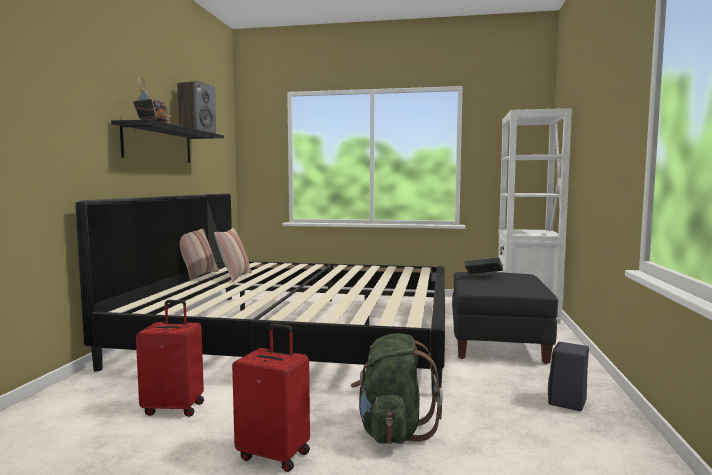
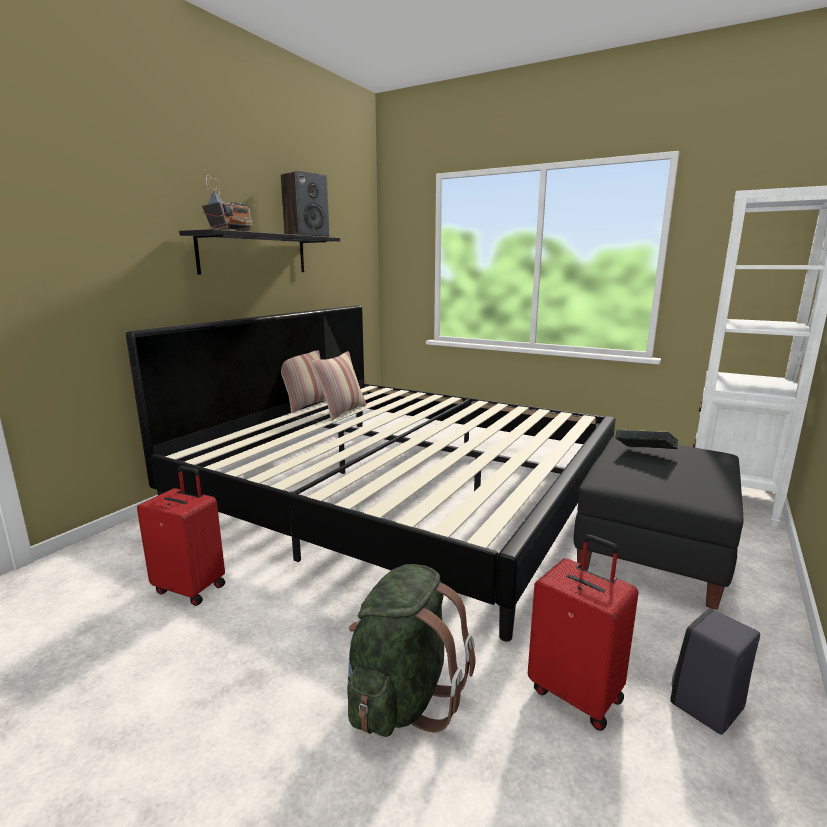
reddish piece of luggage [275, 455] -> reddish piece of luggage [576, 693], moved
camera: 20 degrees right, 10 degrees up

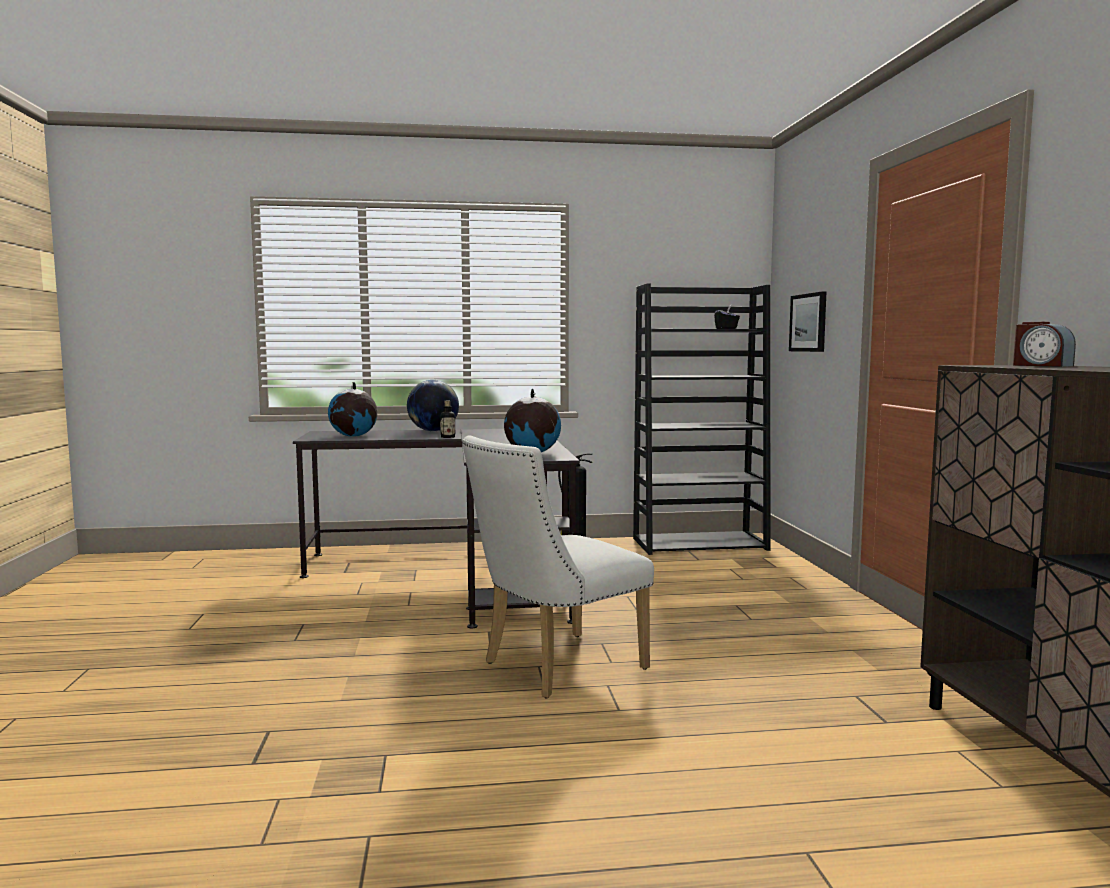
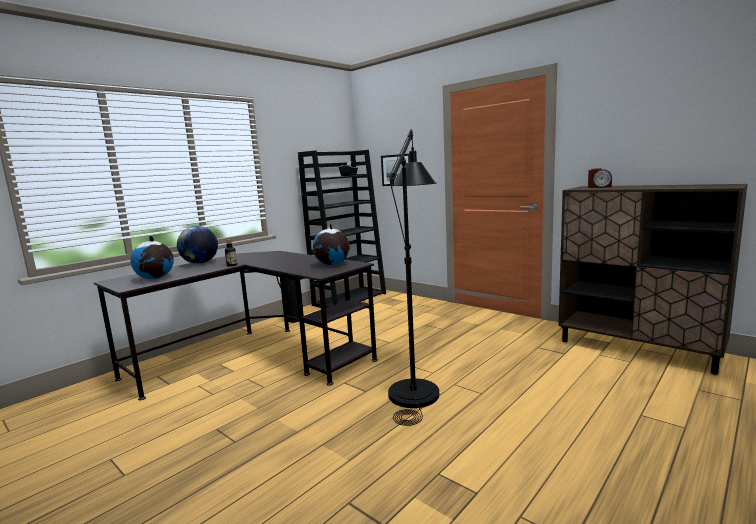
white-coloured upright chair [554, 668] -> blackish standard lamp [416, 387]
camera: 40 degrees left, 5 degrees up

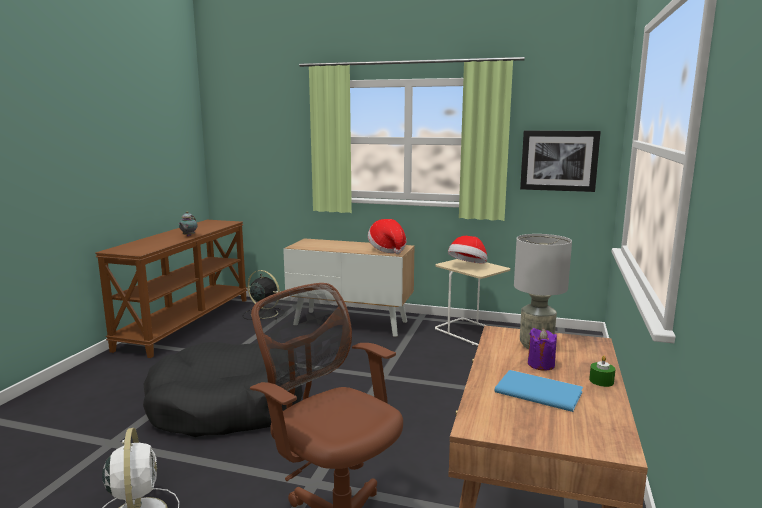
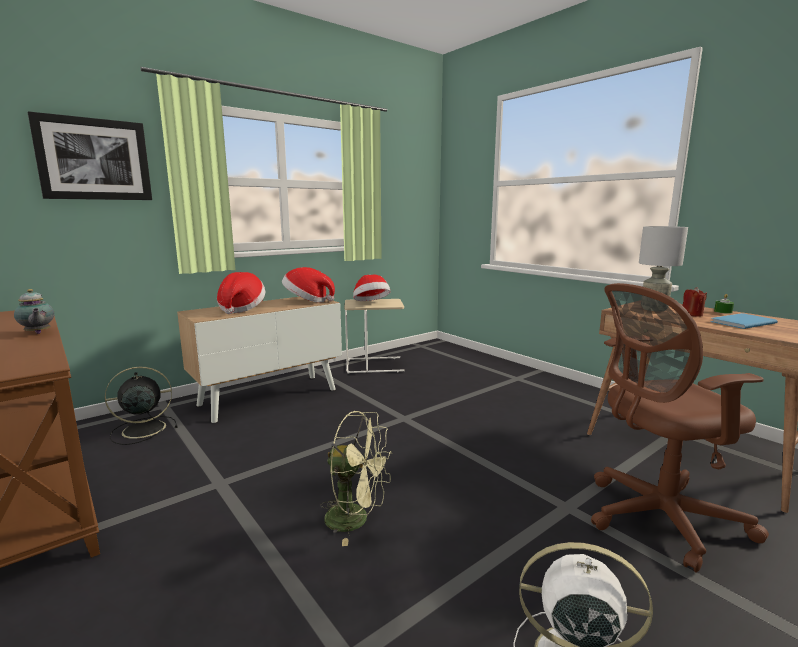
wall art [559, 160] -> wall art [94, 159], moved
purplish wax candle [541, 364] -> reddish wax candle [691, 314]
blackish dog bed [226, 406] -> greenish electric fan [356, 519]
none -> hat [241, 309]
camera: 55 degrees left, 0 degrees up

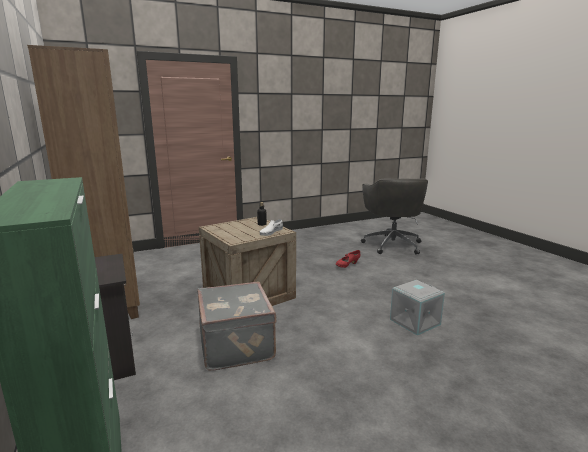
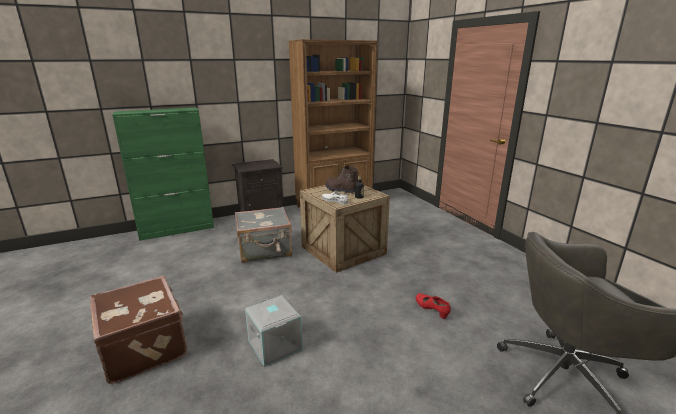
none -> brown-coloured tall boot [341, 190]
none -> brown-coloured piece of luggage [145, 346]
camera: 90 degrees right, 5 degrees up

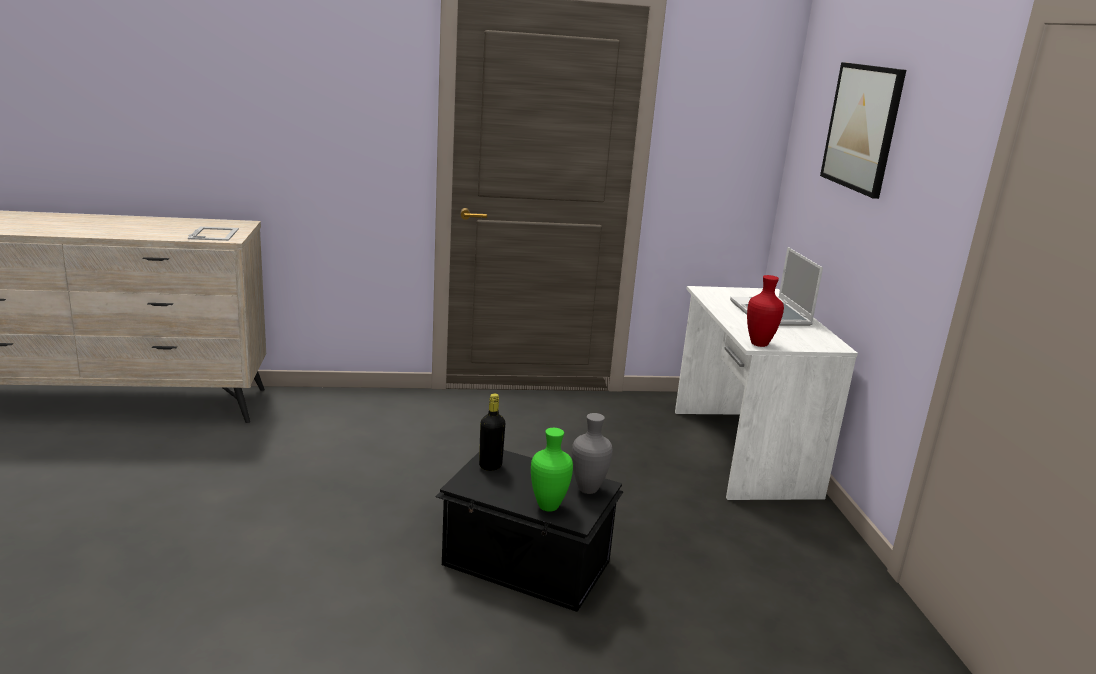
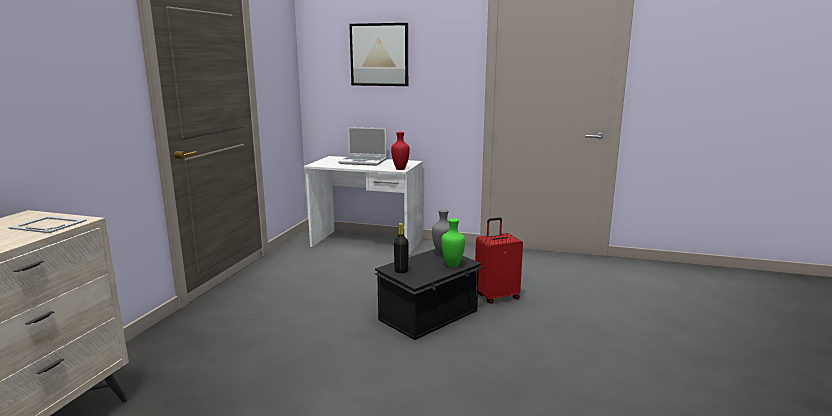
none -> reddish piece of luggage [496, 296]
camera: 65 degrees left, 5 degrees down

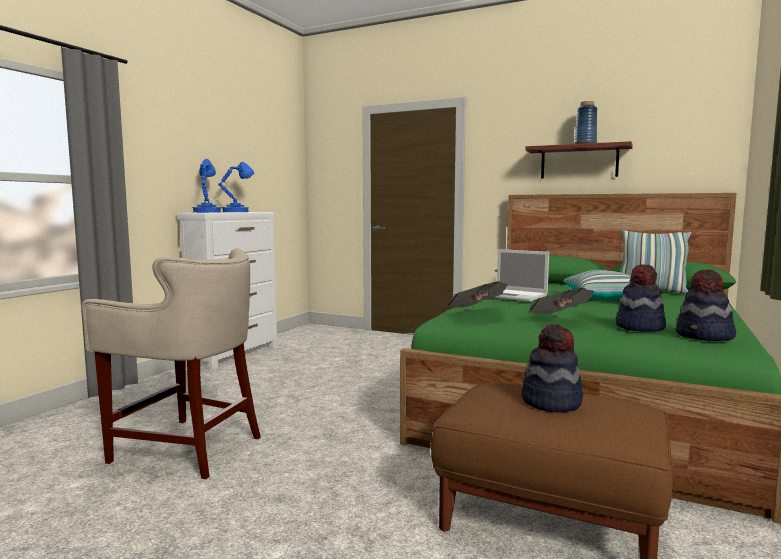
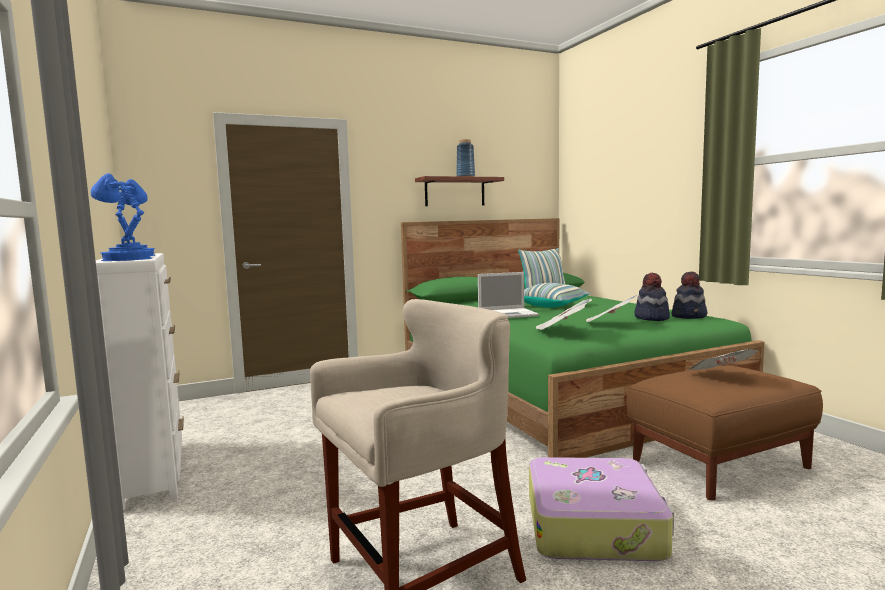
hat [551, 402] -> newspaper [721, 377]
none -> piece of luggage [594, 525]
camera: 50 degrees left, 0 degrees up

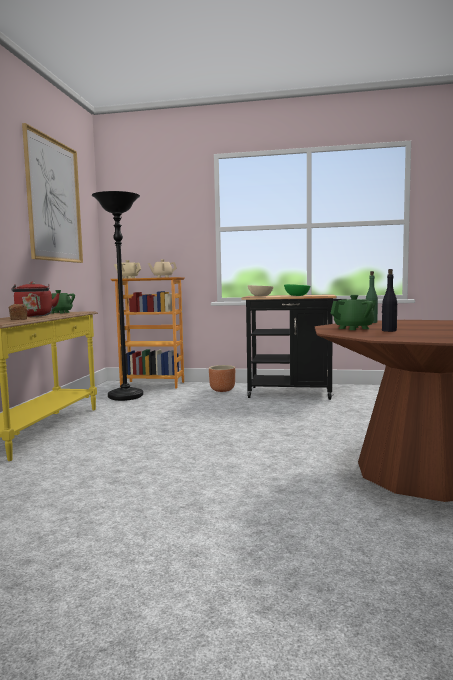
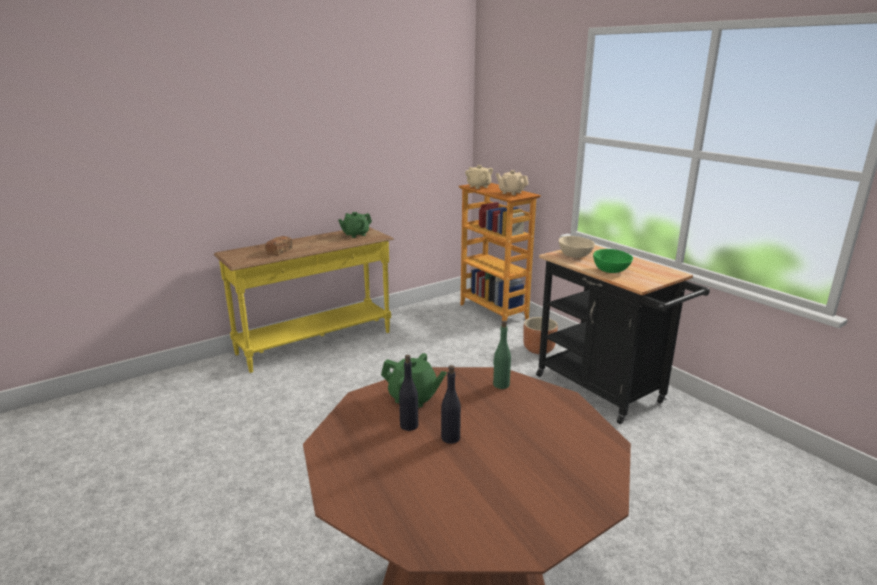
wall art [54, 200] -> none
blackish standard lamp [125, 396] -> none
reddish tea kettle [34, 316] -> none
none -> blackish beverage bottle [451, 438]
camera: 45 degrees right, 15 degrees up

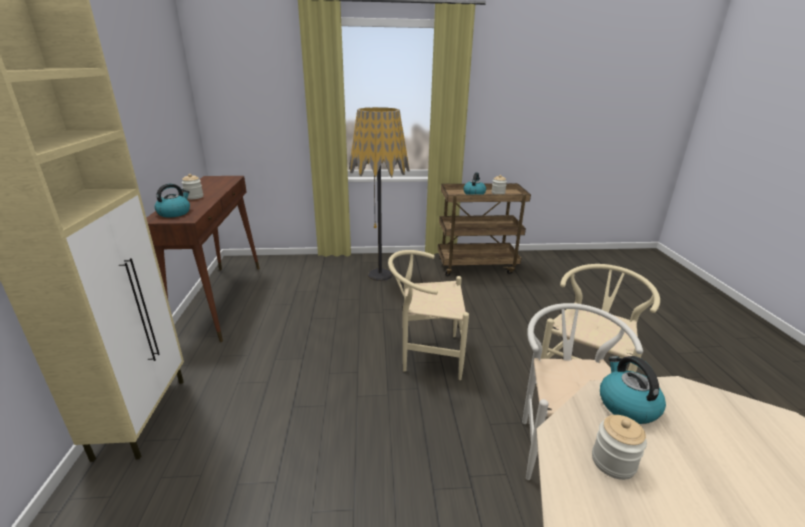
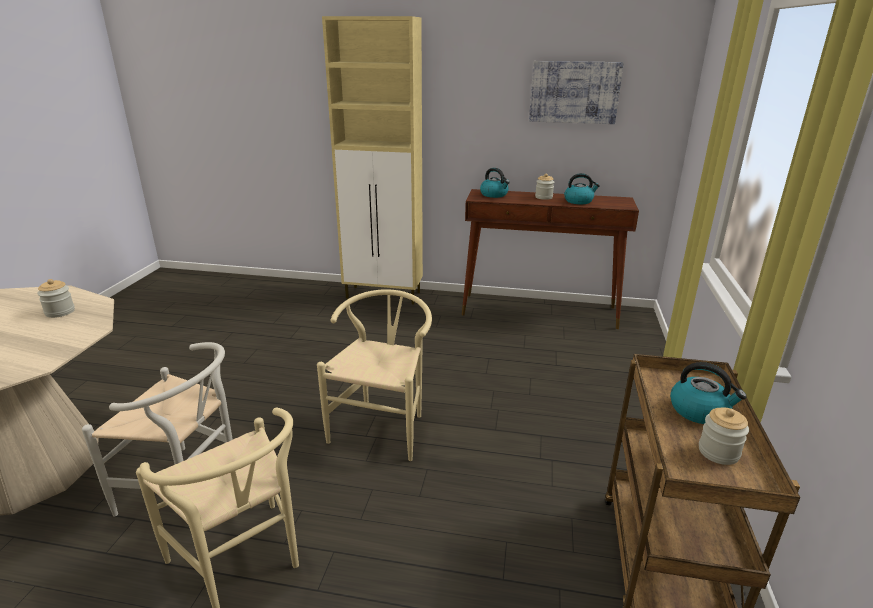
standard lamp [380, 275] -> none
tea kettle [626, 405] -> tea kettle [579, 201], moved
none -> wall art [574, 92]
camera: 105 degrees right, 0 degrees up

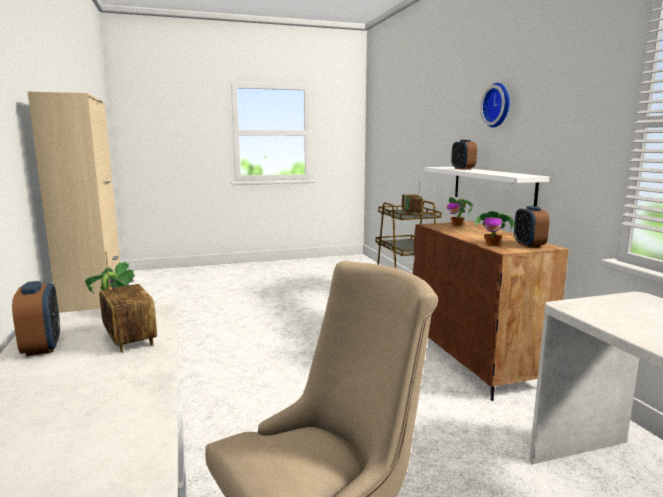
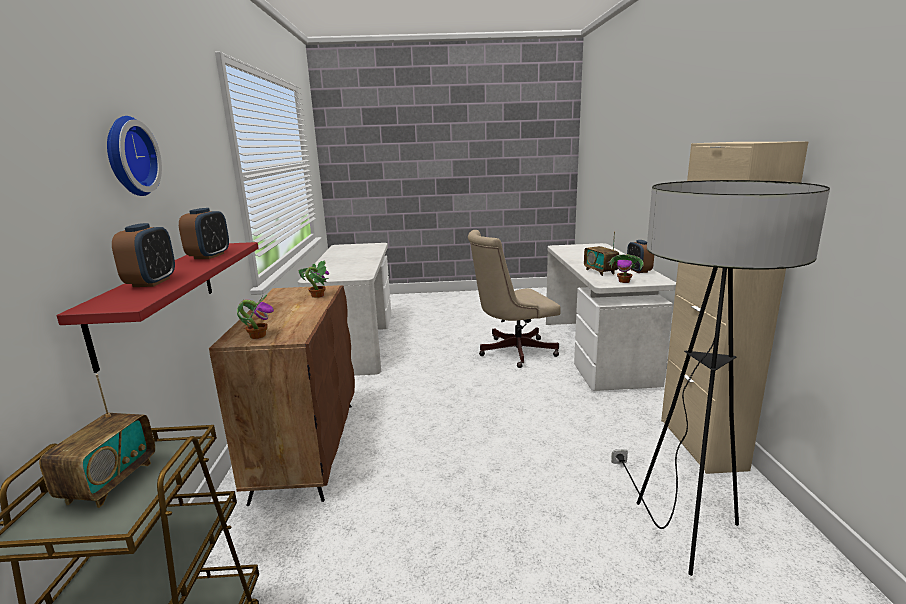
white-coloured wall shelf [492, 187] -> reddish wall shelf [158, 297]
bedside clock [529, 245] -> bedside clock [209, 256], moved
none -> standard lamp [681, 534]
camera: 165 degrees left, 5 degrees up

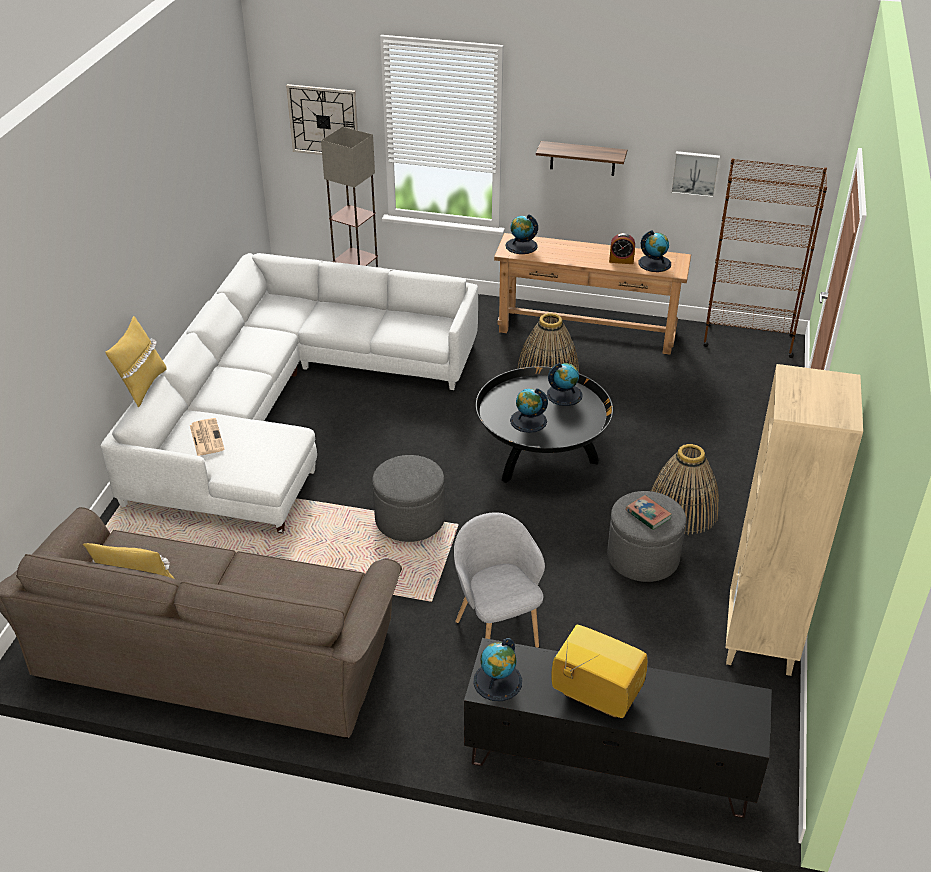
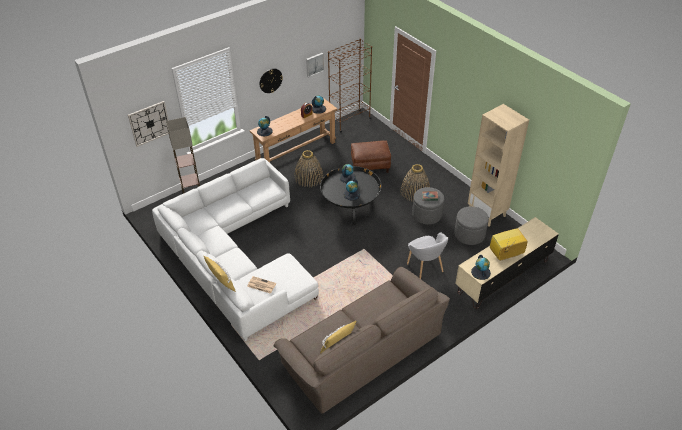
wall shelf [582, 158] -> wall clock [270, 80]
grey footrest [410, 519] -> grey footrest [469, 234], moved
grey easy chair [497, 630] -> grey easy chair [425, 269], 135 degrees counterclockwise
blackish media console [608, 761] -> sand-coloured media console [502, 276]
none -> brown-coloured footrest [370, 166]
camera: 50 degrees left, 5 degrees up

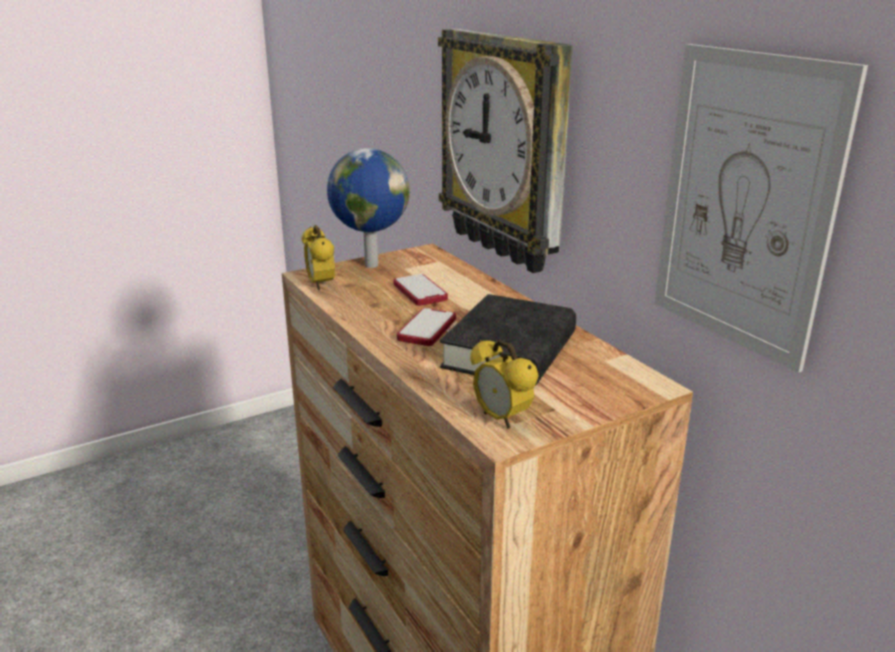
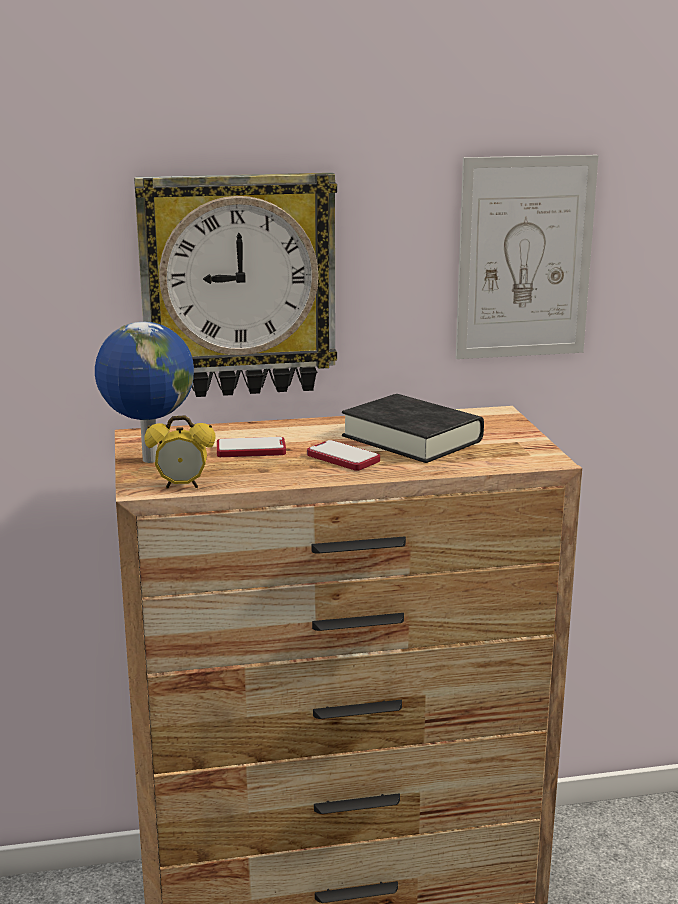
bedside clock [501, 419] -> none
camera: 70 degrees left, 5 degrees down

